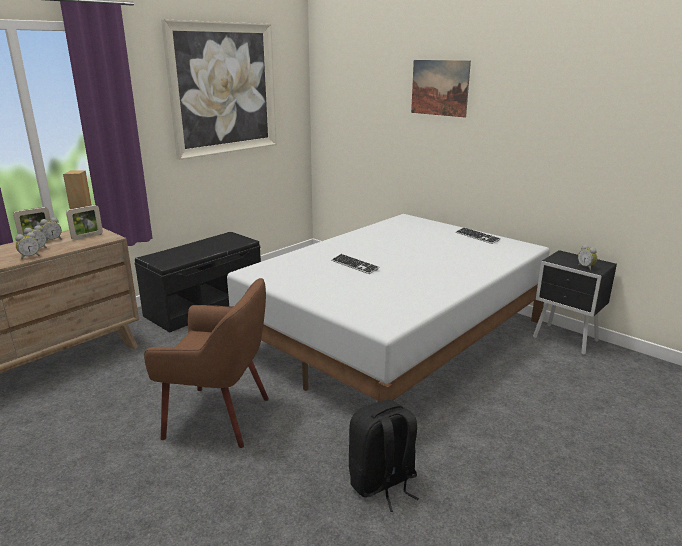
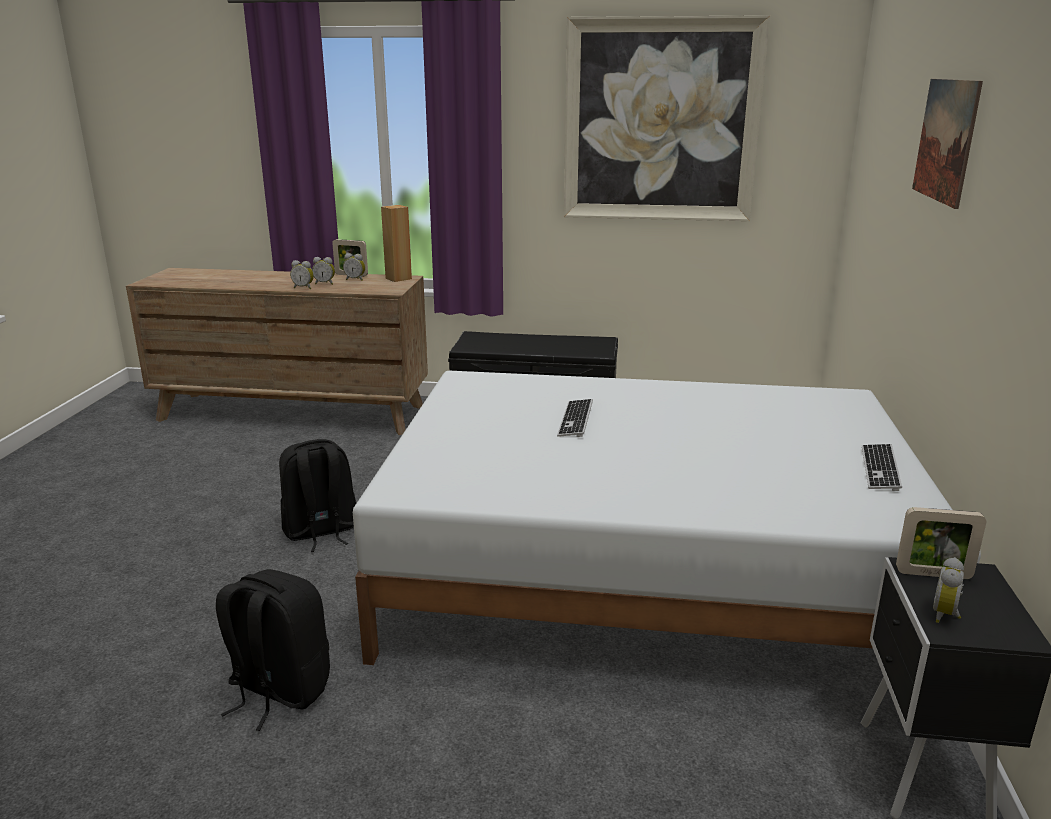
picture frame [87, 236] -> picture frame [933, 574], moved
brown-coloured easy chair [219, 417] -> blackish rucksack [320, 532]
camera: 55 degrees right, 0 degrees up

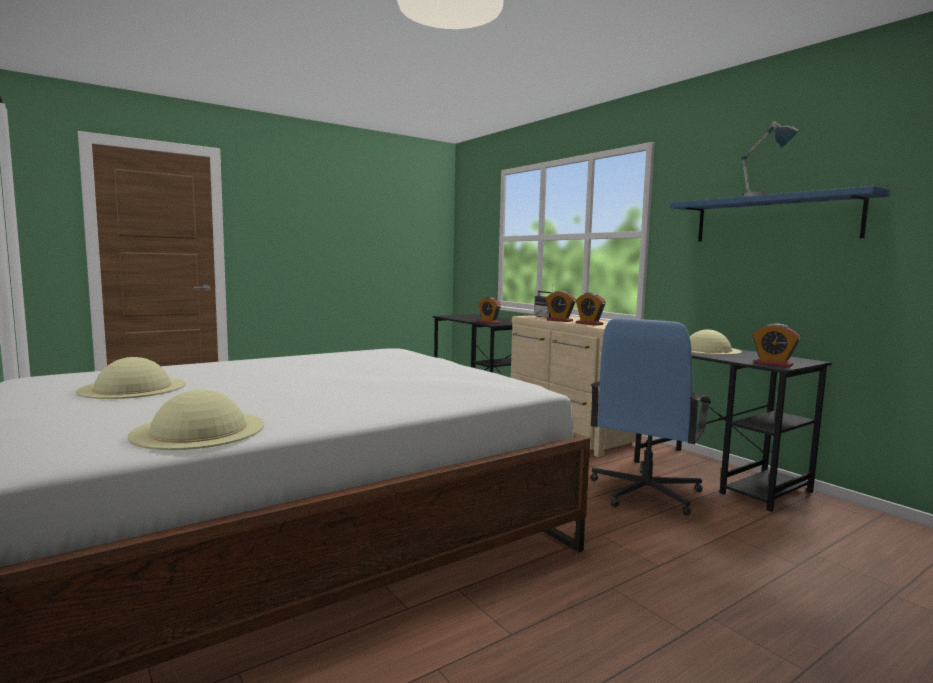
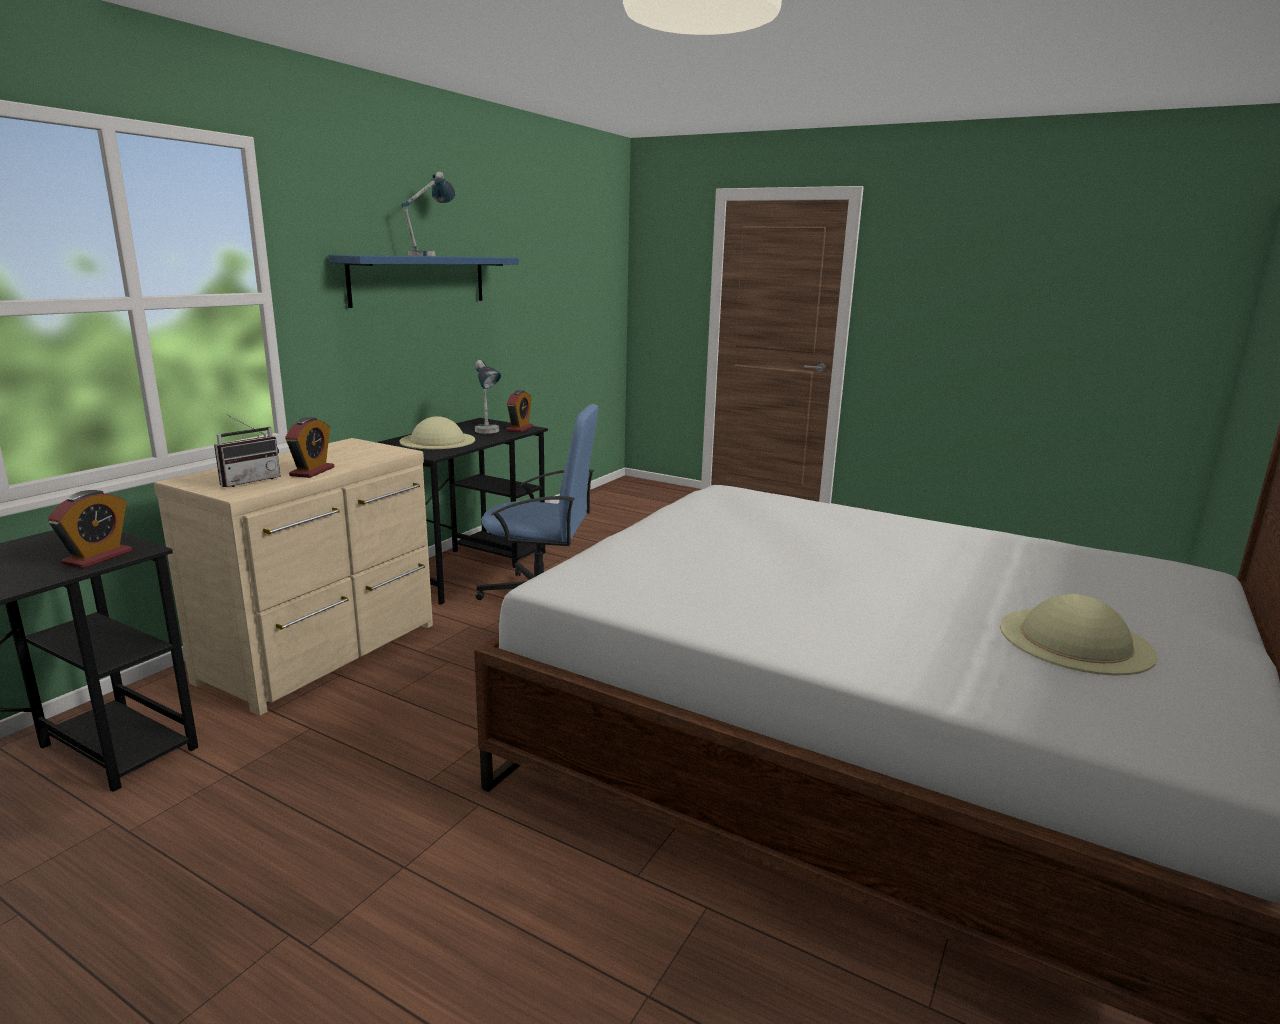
bedside clock [589, 324] -> none
sand-coloured hat [199, 430] -> none
none -> lamp for a table [488, 433]
camera: 115 degrees left, 10 degrees up

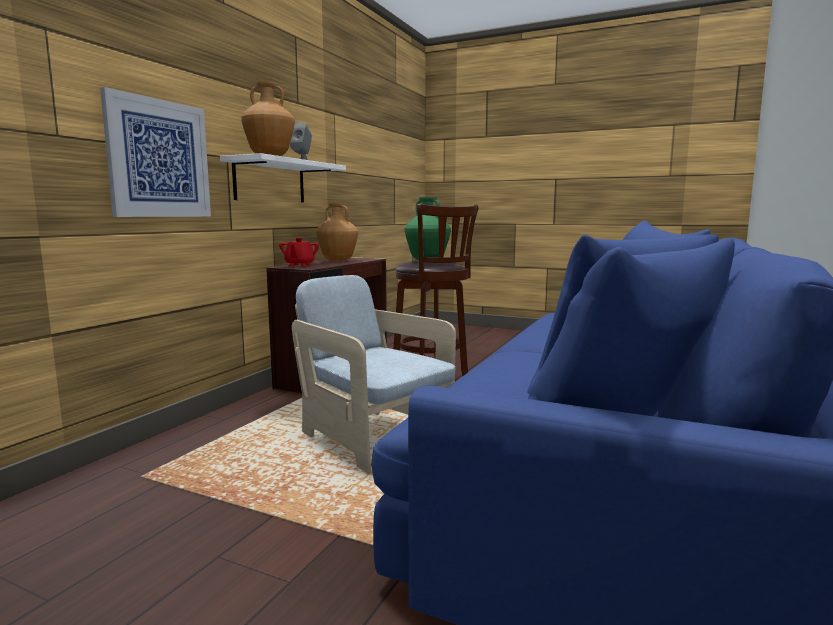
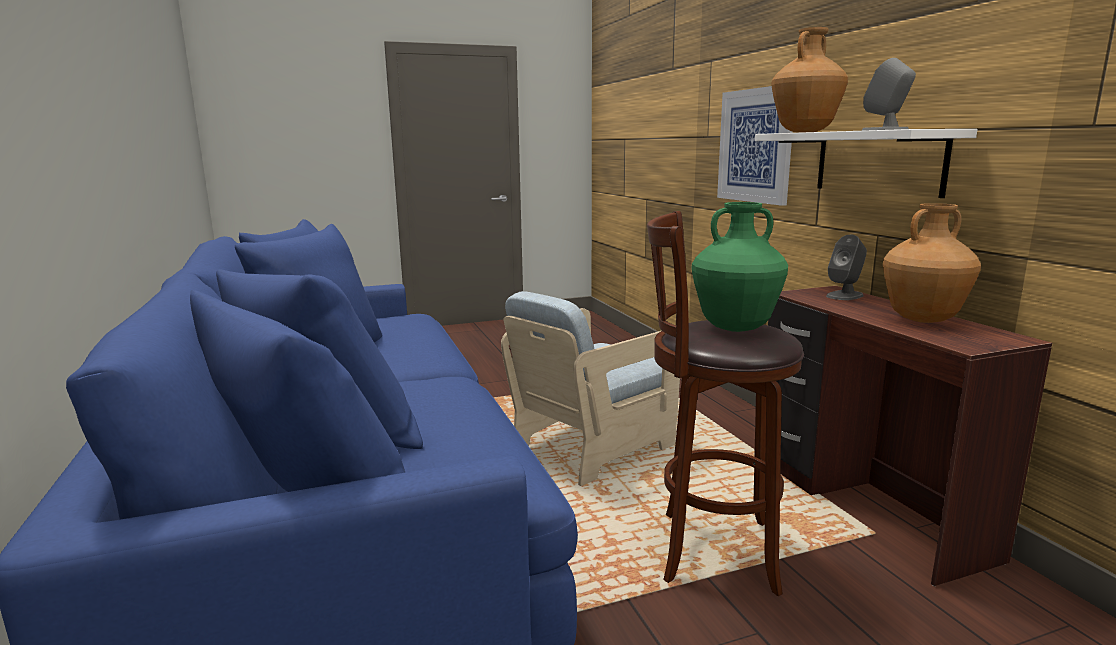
reddish tea pot [299, 265] -> grey loudspeaker [845, 295]
sand-coloured easy chair [373, 438] -> sand-coloured easy chair [592, 447], 135 degrees clockwise
camera: 135 degrees right, 5 degrees up

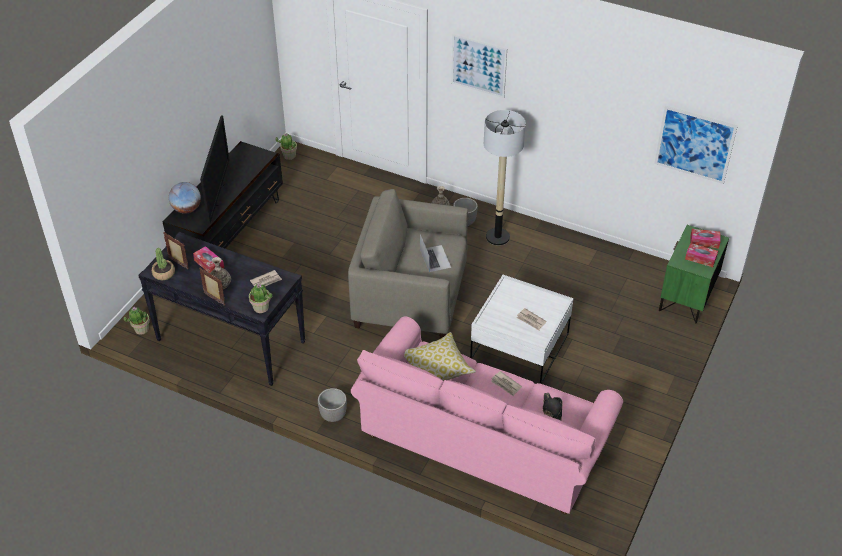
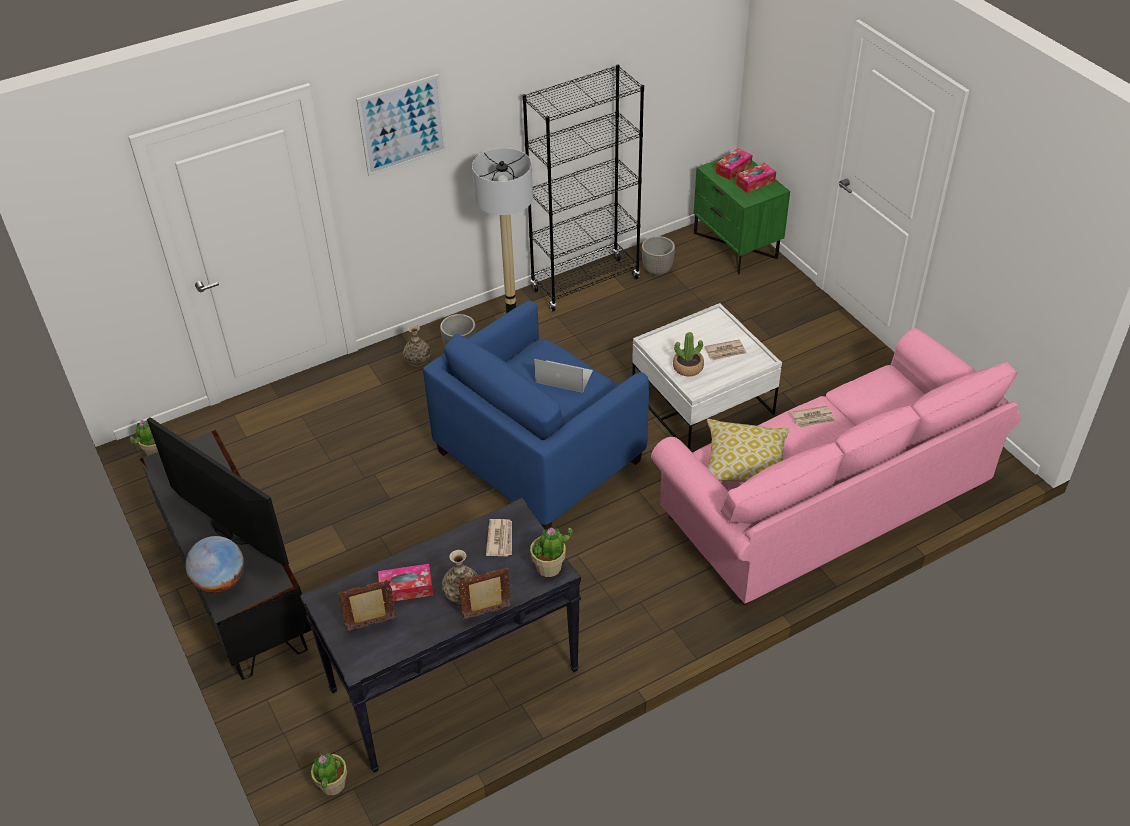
wall art [694, 144] -> none
sand-coloured easy chair [411, 296] -> blue-coloured easy chair [539, 456]
potted plant [164, 273] -> potted plant [688, 367], moved
plant pot [333, 416] -> plant pot [657, 270], moved
blackish hat [552, 412] -> none
none -> blackish shelving unit [585, 284]
camera: 55 degrees left, 0 degrees up

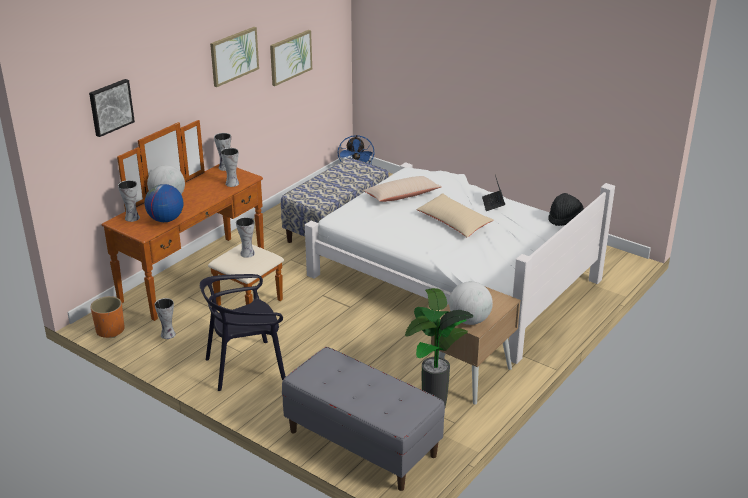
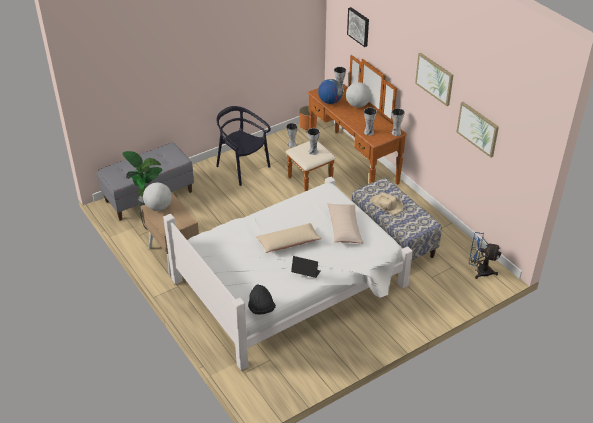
blackish upright chair [246, 367] -> blackish upright chair [242, 168], 45 degrees counterclockwise
none -> sand-coloured hat [386, 205]
camera: 110 degrees right, 10 degrees up

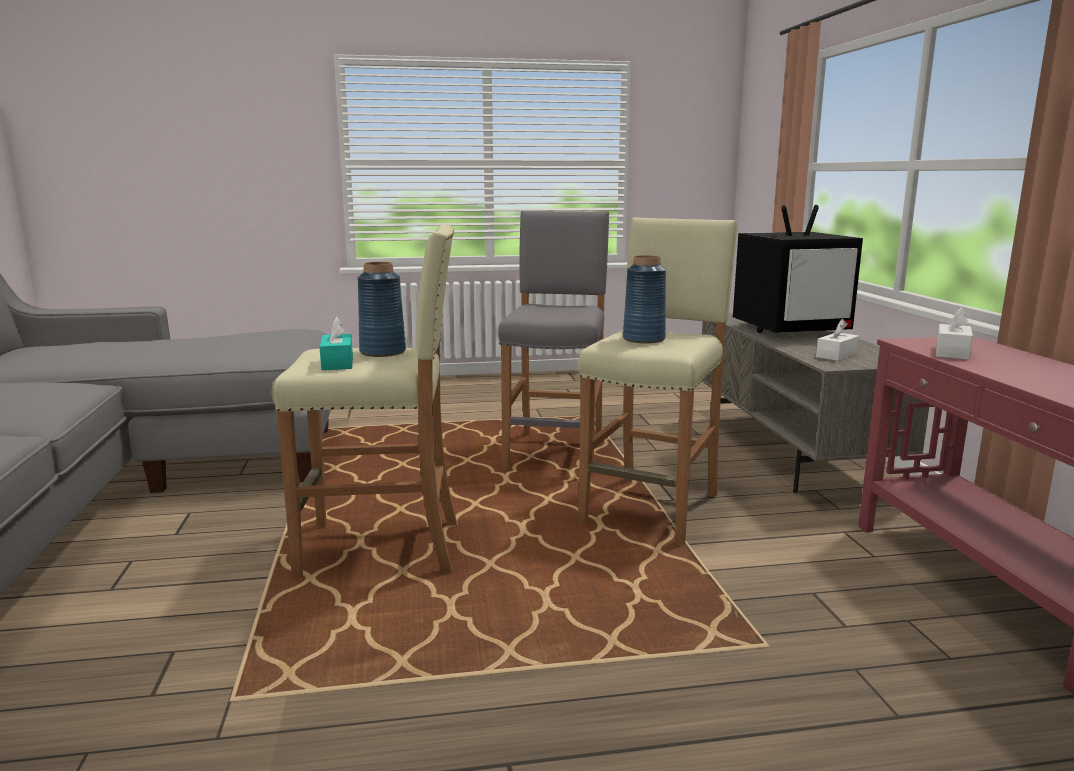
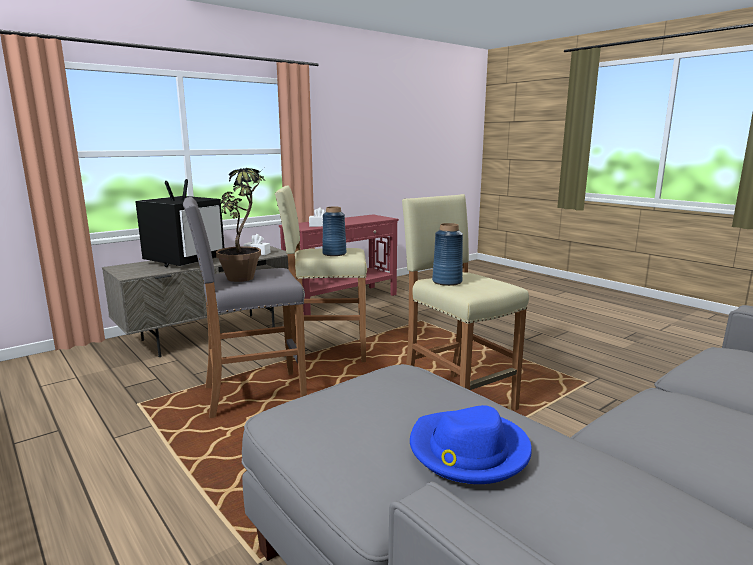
television [791, 330] -> television [185, 261], 75 degrees clockwise
turquoise tissue box [337, 363] -> none
none -> potted plant [246, 276]
none -> blue-coloured hat [468, 451]
camera: 120 degrees left, 0 degrees up

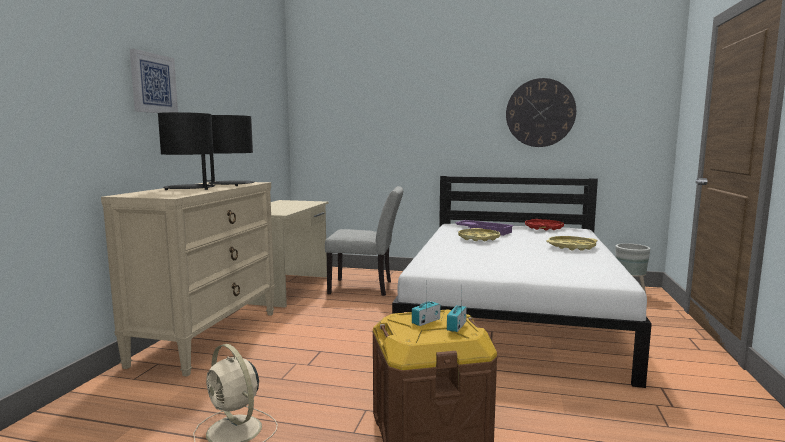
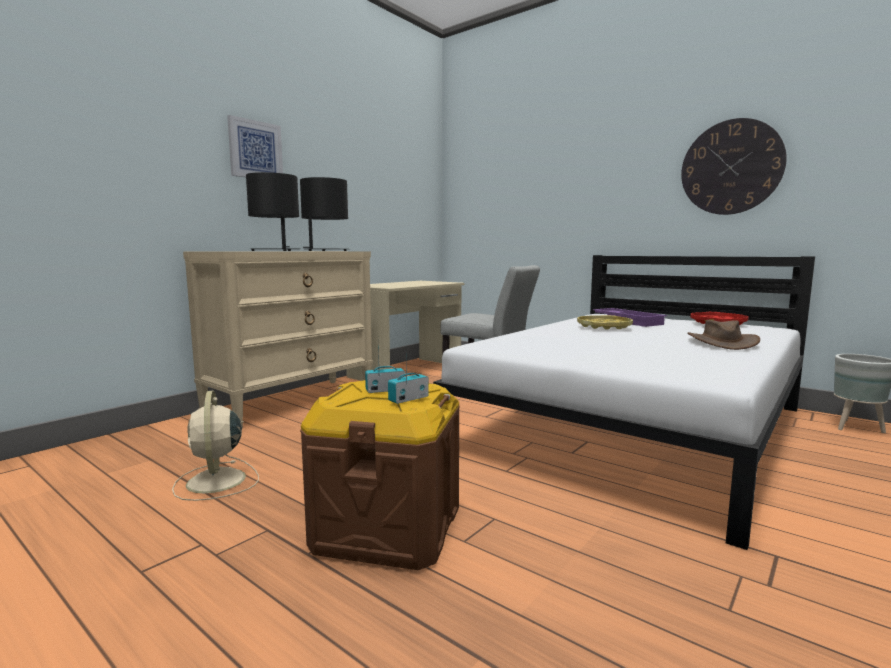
yellow-coloured tray [571, 247] -> brown-coloured hat [721, 342]
camera: 25 degrees right, 0 degrees up

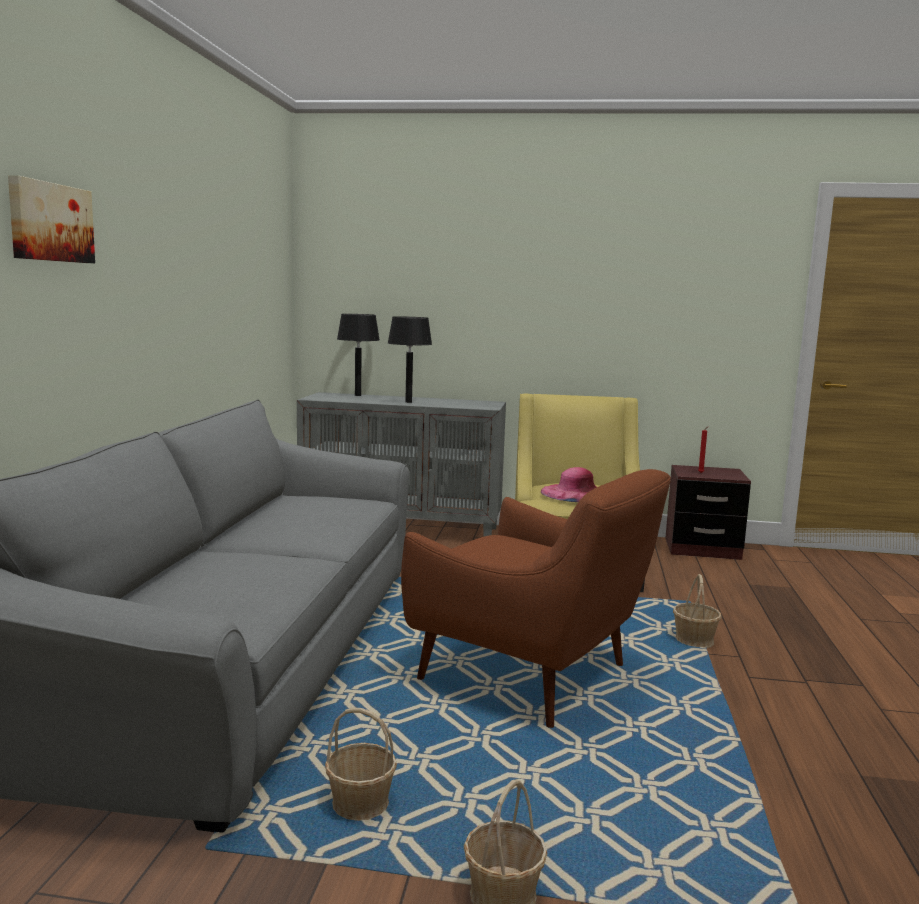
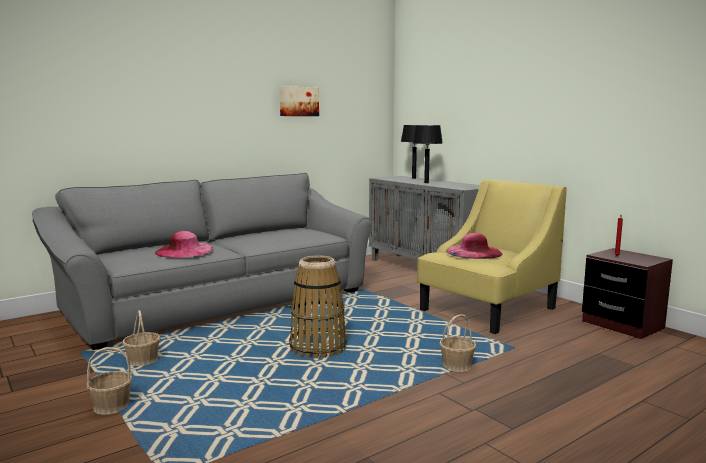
wall art [49, 222] -> wall art [298, 101], moved
brown-coloured easy chair [532, 675] -> storage basket [317, 347]
none -> pink hat [184, 251]
camera: 45 degrees right, 0 degrees up

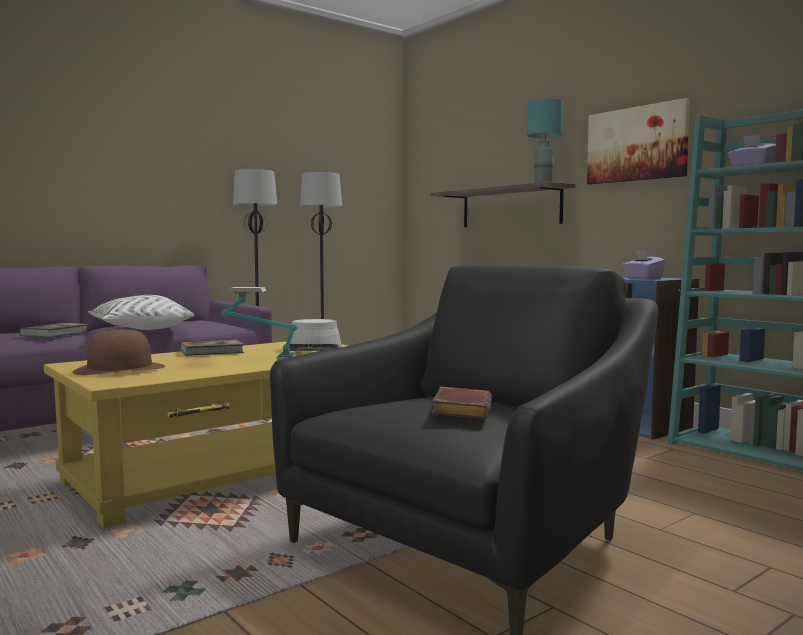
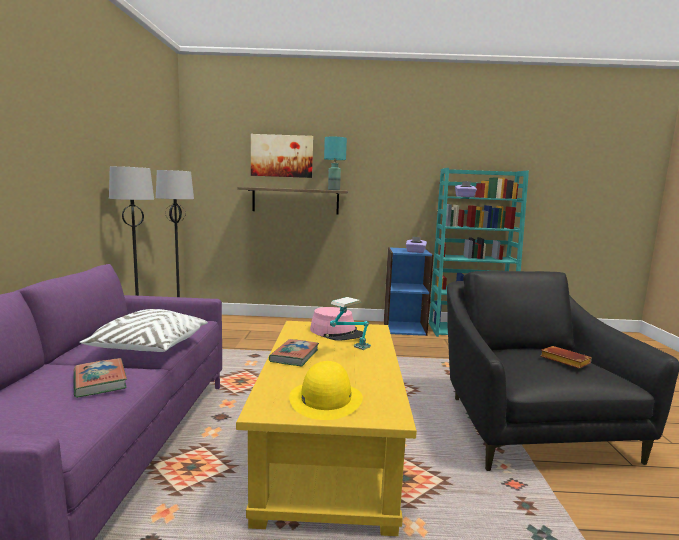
wall art [637, 144] -> wall art [282, 156], moved
grey hat [314, 349] -> pink hat [337, 332]
brown-coloured hat [120, 369] -> yellow-coloured hat [325, 399]
camera: 50 degrees left, 5 degrees up

